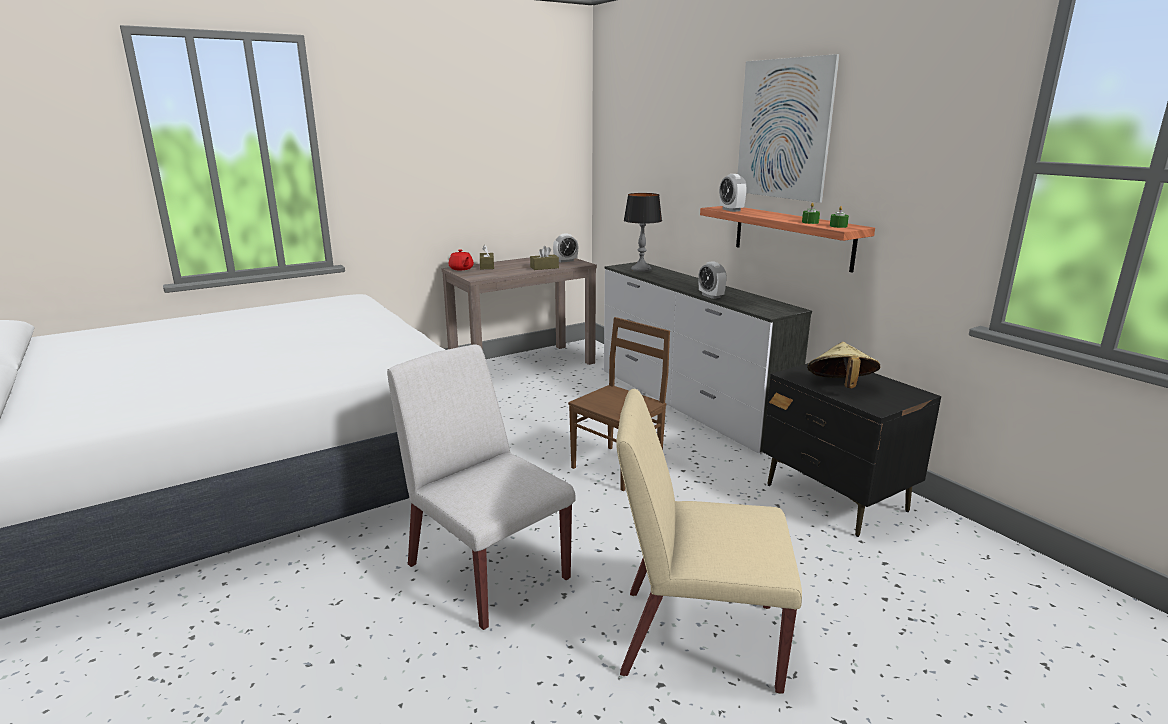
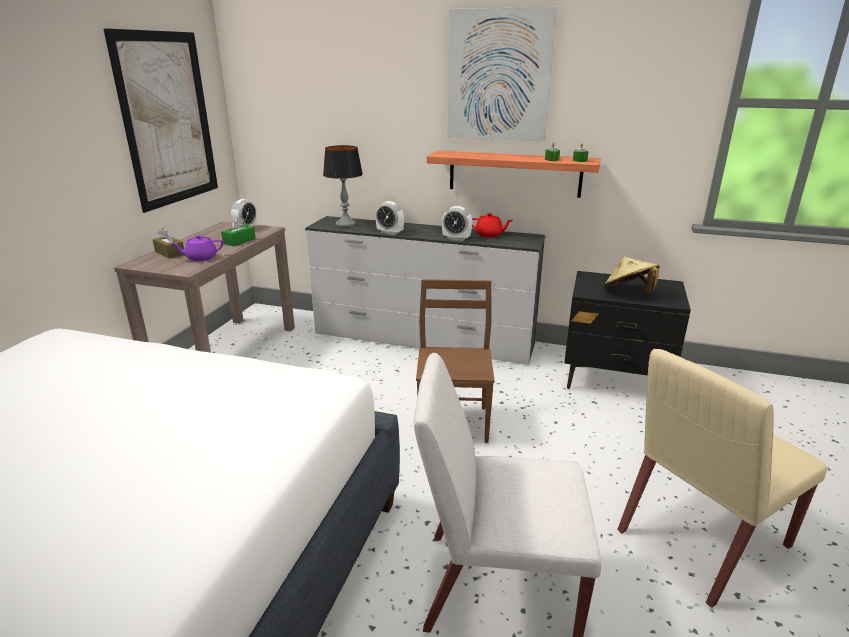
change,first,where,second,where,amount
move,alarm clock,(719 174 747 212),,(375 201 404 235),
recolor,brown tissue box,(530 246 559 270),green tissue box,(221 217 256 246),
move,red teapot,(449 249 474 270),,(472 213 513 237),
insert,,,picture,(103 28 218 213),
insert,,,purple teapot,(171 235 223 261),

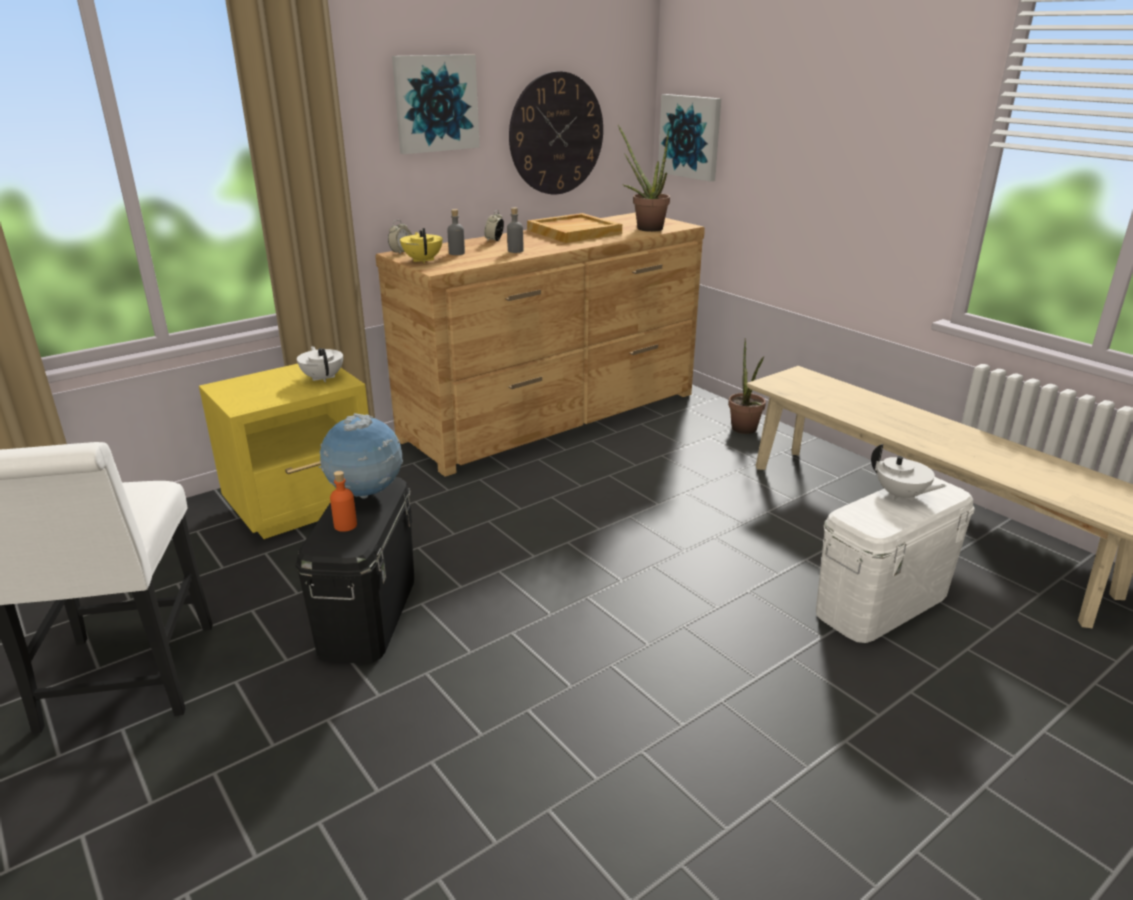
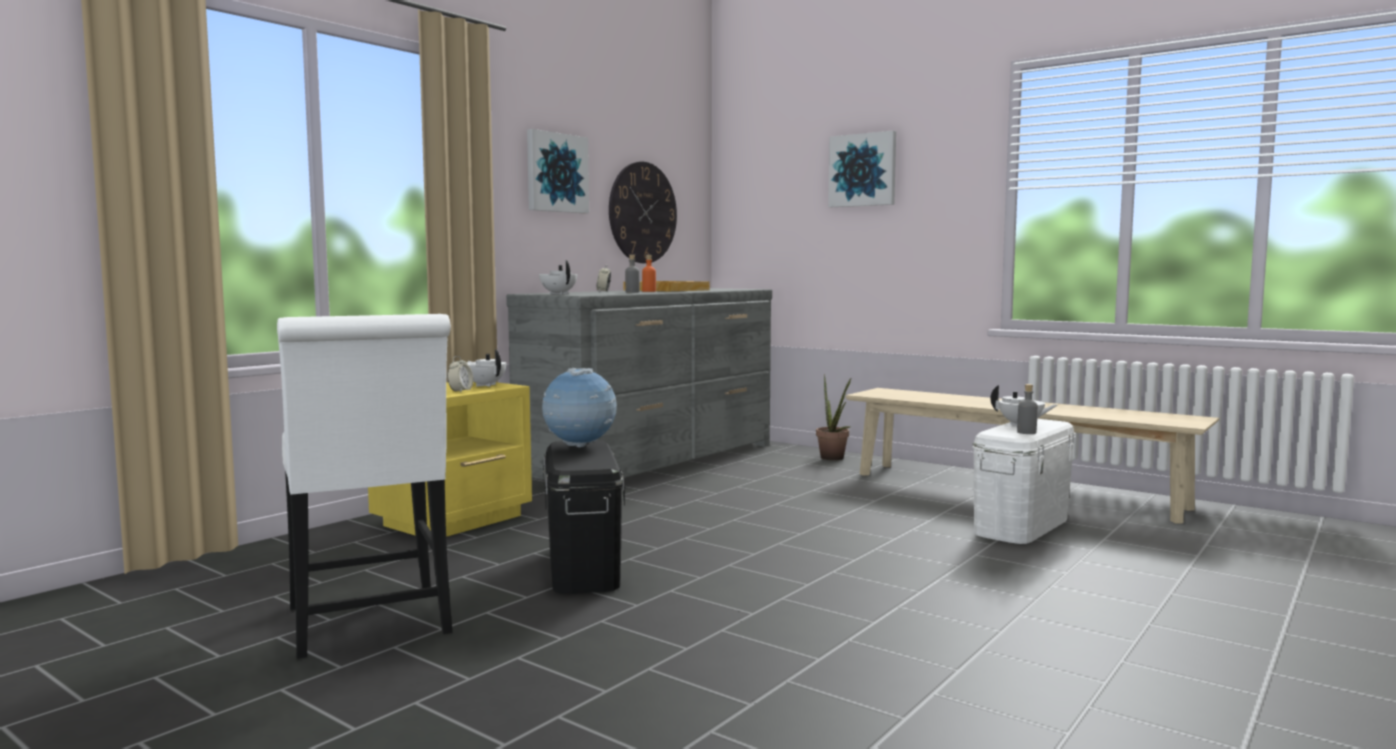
change,first,where,second,where,amount
move,picture,(658 94 721 182),,(828 131 896 207),
delete,potted plant,(618 125 670 232),,,
move,grey bottle,(447 209 465 255),,(1017 384 1038 434),
recolor,brown dresser,(375 213 705 477),grey dresser,(506 288 772 480),
move,alarm clock,(388 220 412 254),,(447 356 473 393),
recolor,yellow teapot,(400 228 443 263),white teapot,(539 260 577 294),
move,orange bottle,(330 471 357 532),,(642 255 656 292),

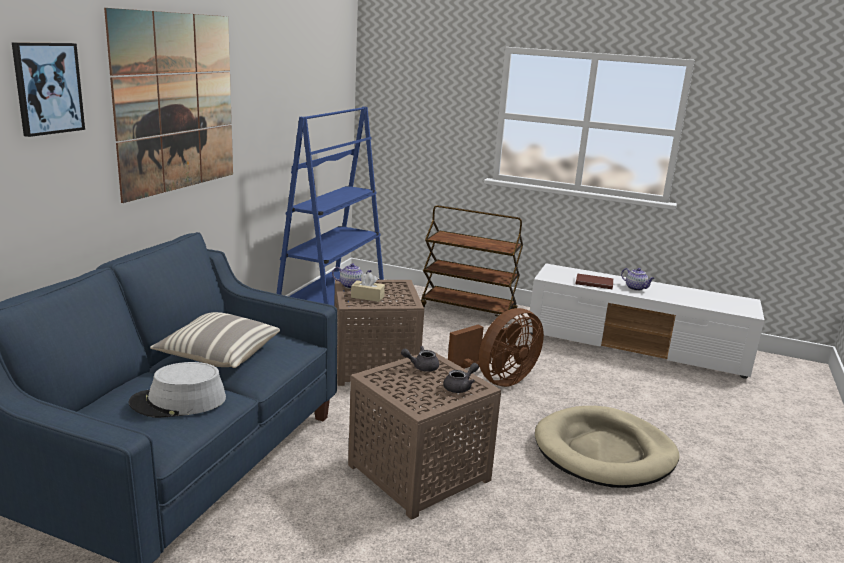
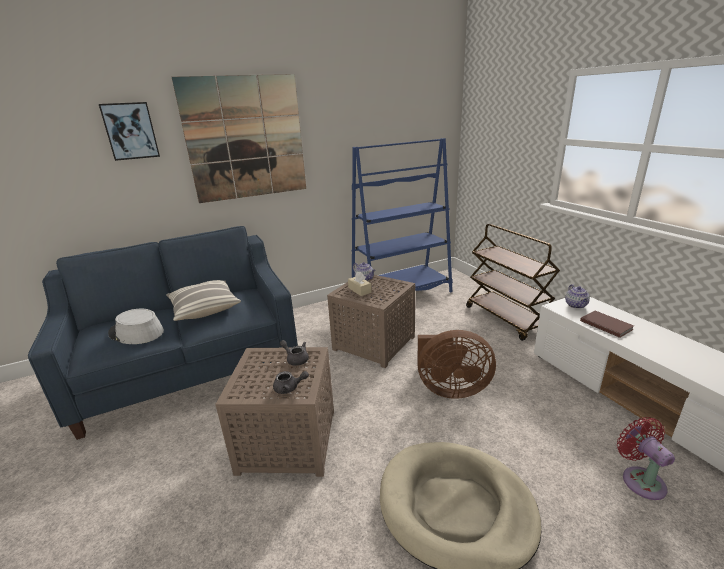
change,first,where,second,where,amount
move,teapot,(621 268 655 291),,(565 284 590 309),
insert,,,red fan,(617 417 675 500),

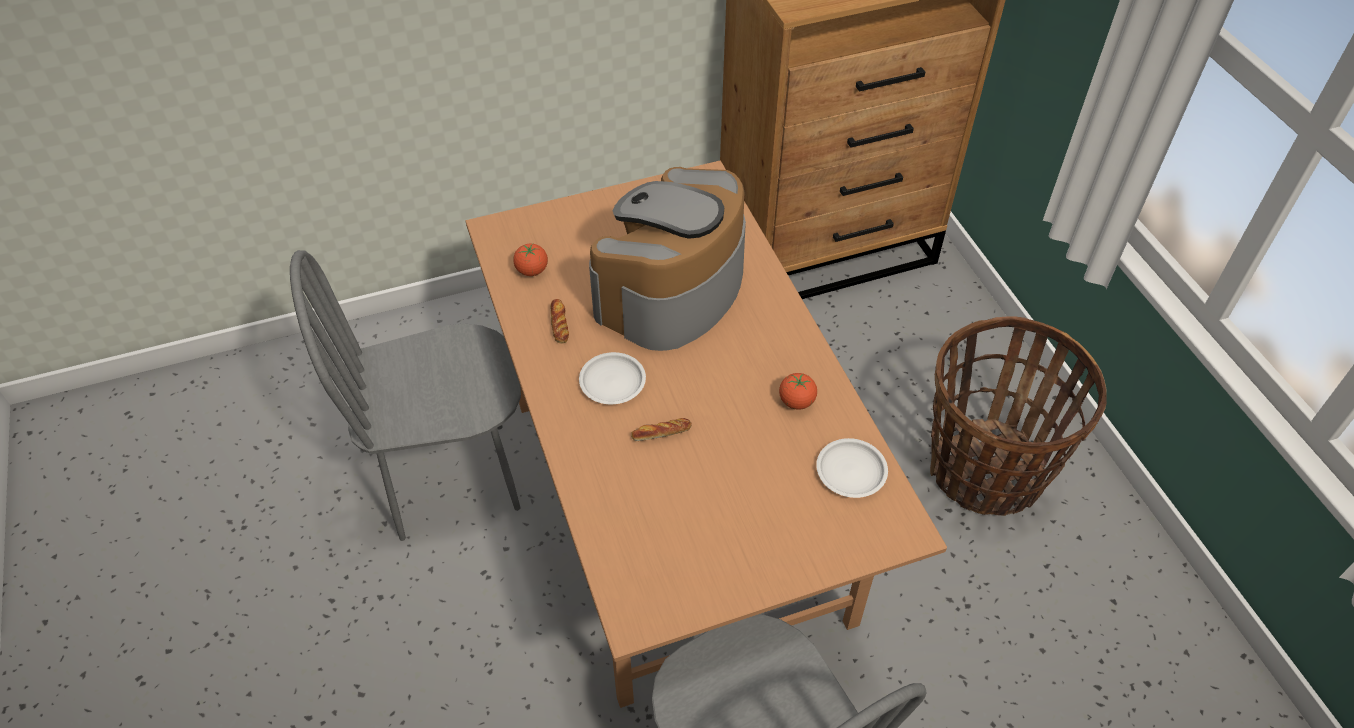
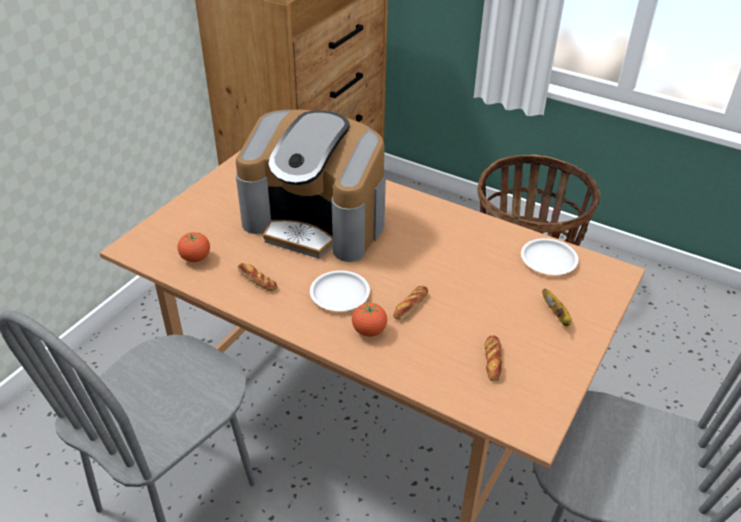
change,first,where,second,where,amount
rotate,coffee machine,(589 167 746 351),,(236 110 386 262),60 degrees counterclockwise
move,tomato,(779 373 817 410),,(352 302 387 337),
insert,,,banana,(542 289 571 326),
insert,,,bread,(485 335 502 381),

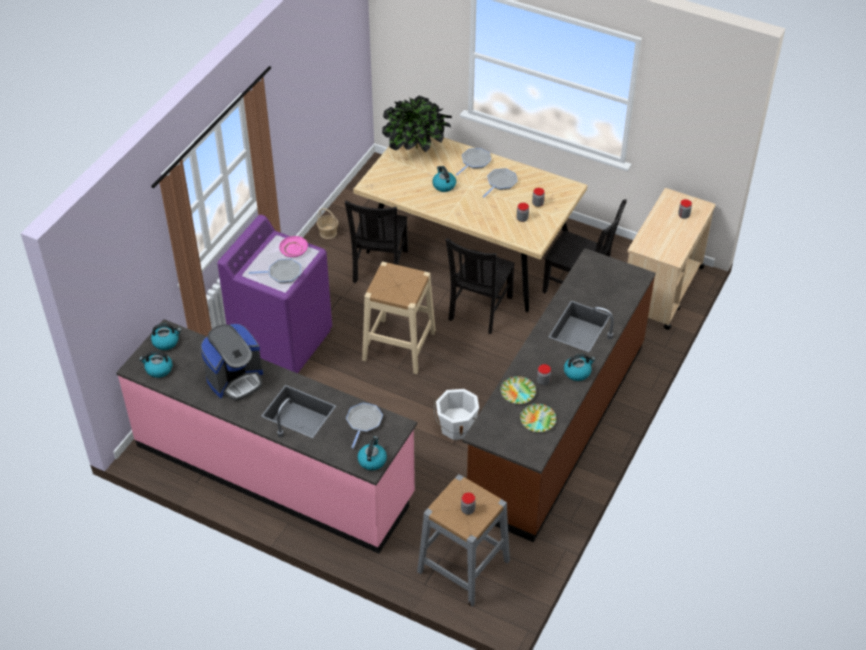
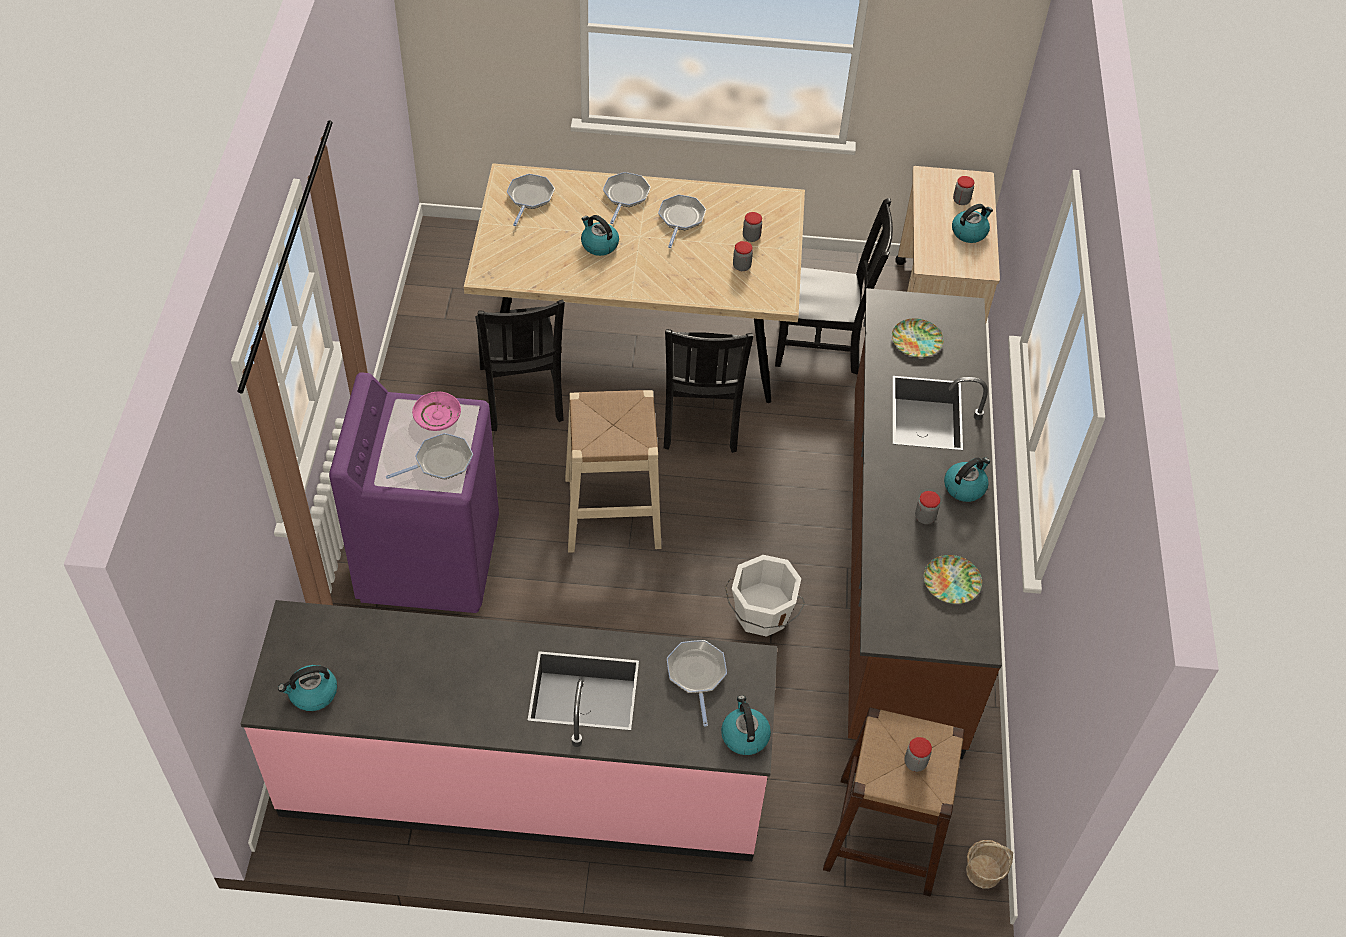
change,first,where,second,where,amount
replace,potted plant,(382 95 452 152),frying pan,(507 174 555 226),
move,basket,(317 208 339 239),,(966 840 1013 889),
move,kettle,(151 324 181 350),,(952 204 993 243),
delete,coffee machine,(201 324 263 401),,,
move,plate,(500 376 536 404),,(892 318 944 357),
recolor,grey stool,(417 474 510 607),brown stool,(823 707 965 896),

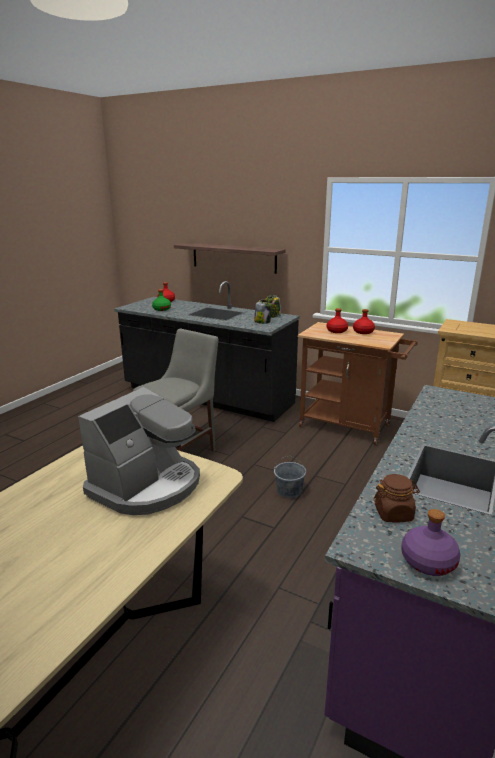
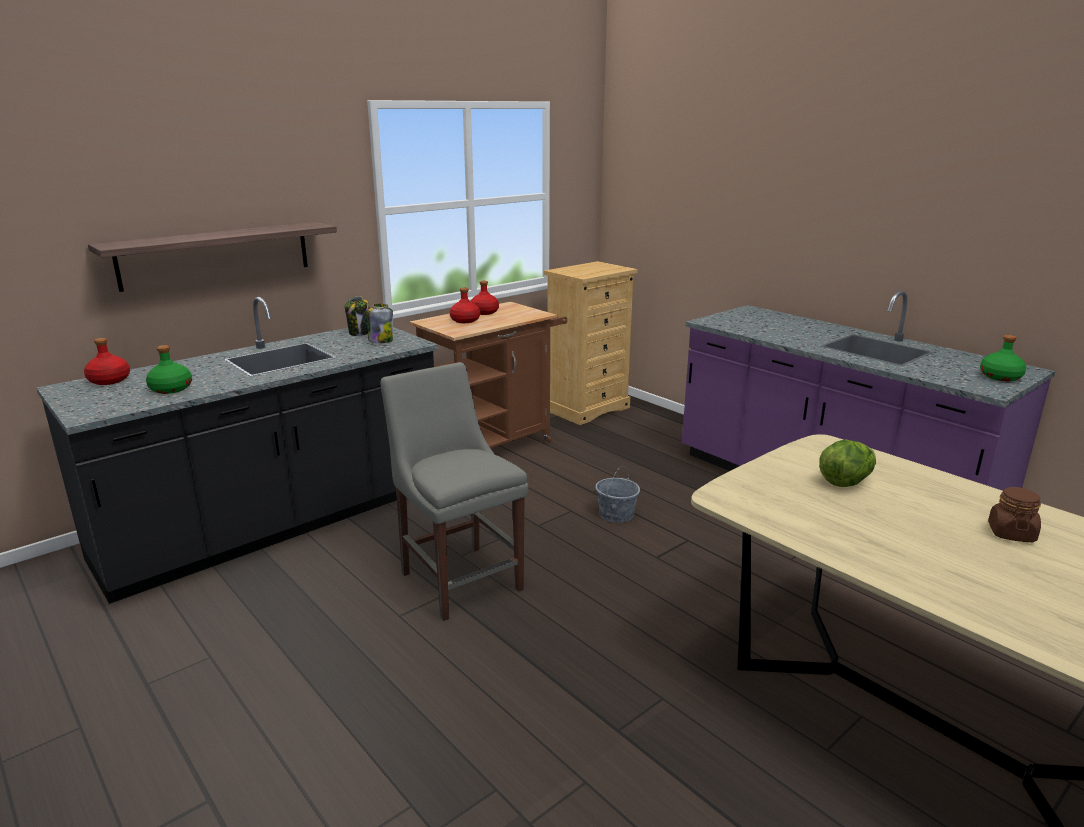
change,first,where,second,where,amount
replace,coffee machine,(78 387 200 515),lettuce,(819 439 876 487),
move,brown jar,(373 474 420 522),,(988 487 1041 542),
recolor,purple bottle,(401 509 460 576),green bottle,(980 335 1026 381),

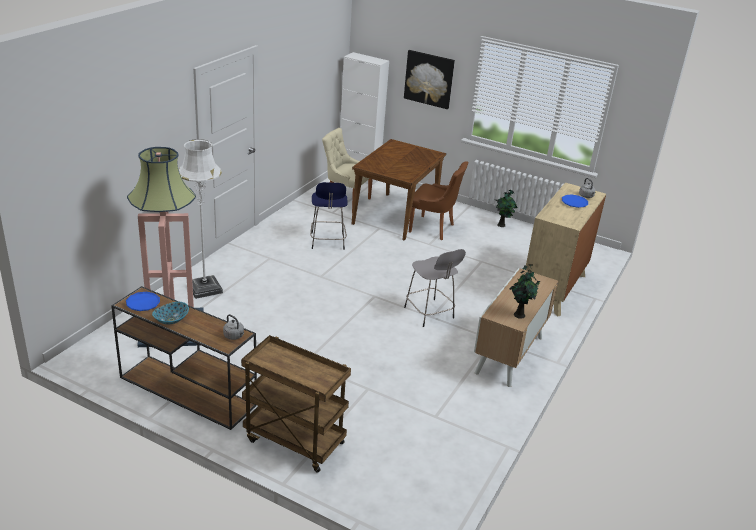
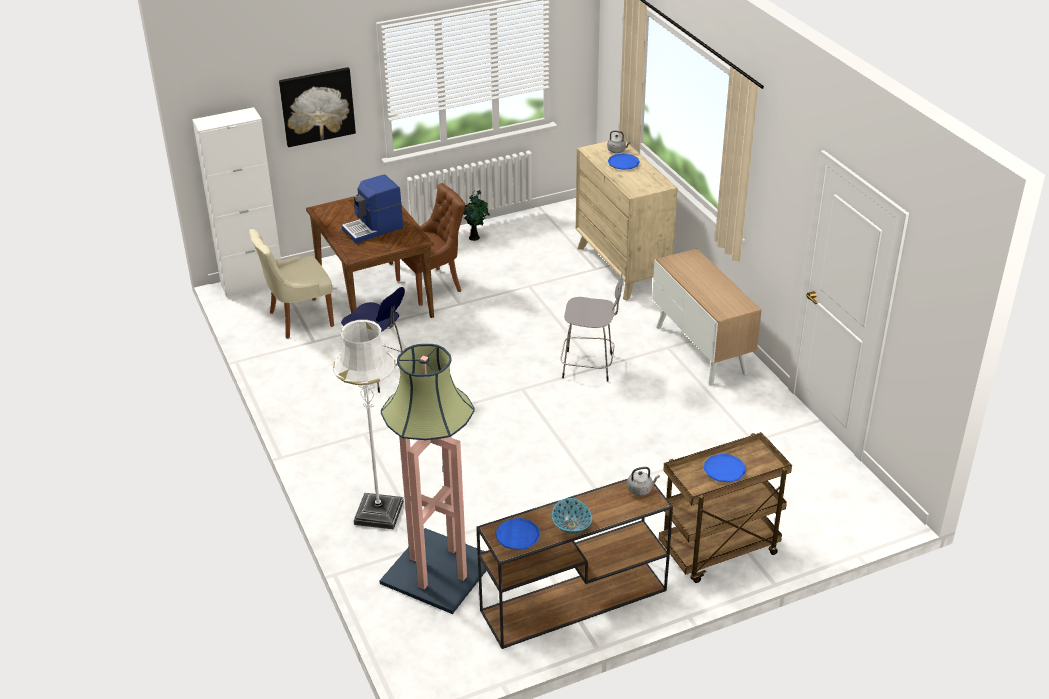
change,first,where,second,where,amount
delete,potted plant,(509 264 540 319),,,
insert,,,coffee machine,(342 174 403 243),
insert,,,blue plate,(704 454 746 483),

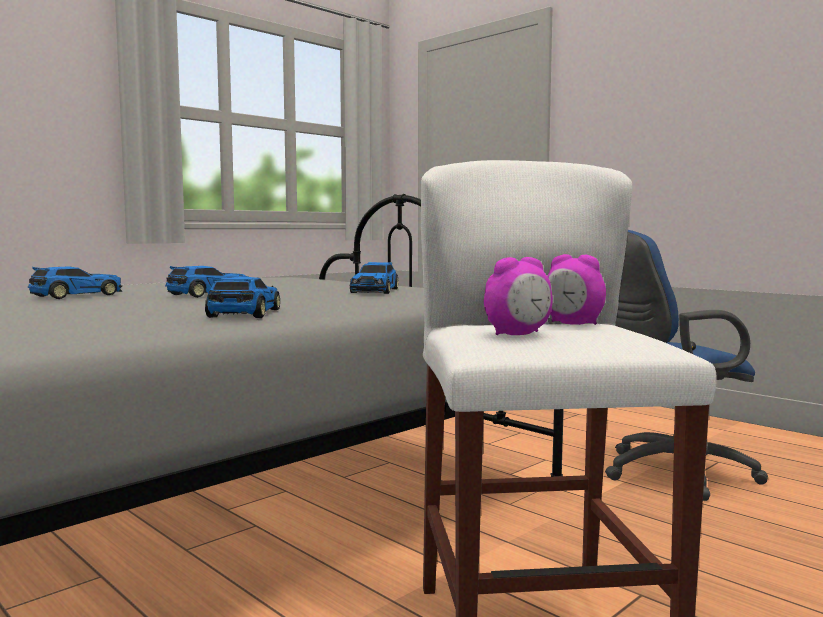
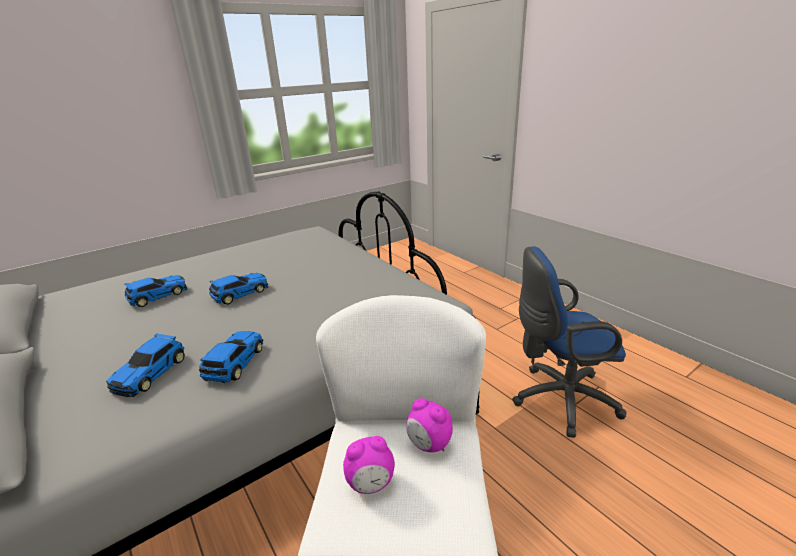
change,first,where,second,where,amount
move,toy car,(350 262 399 294),,(106 333 185 397),

